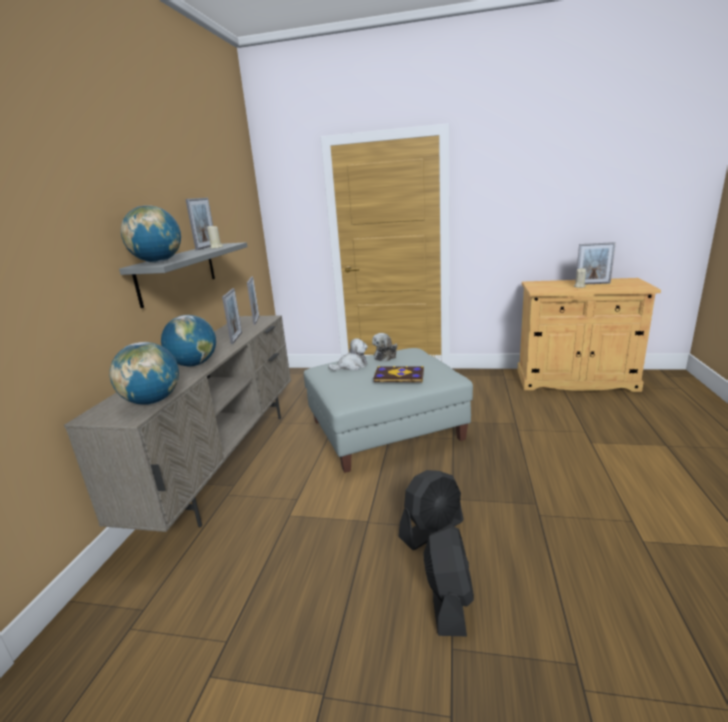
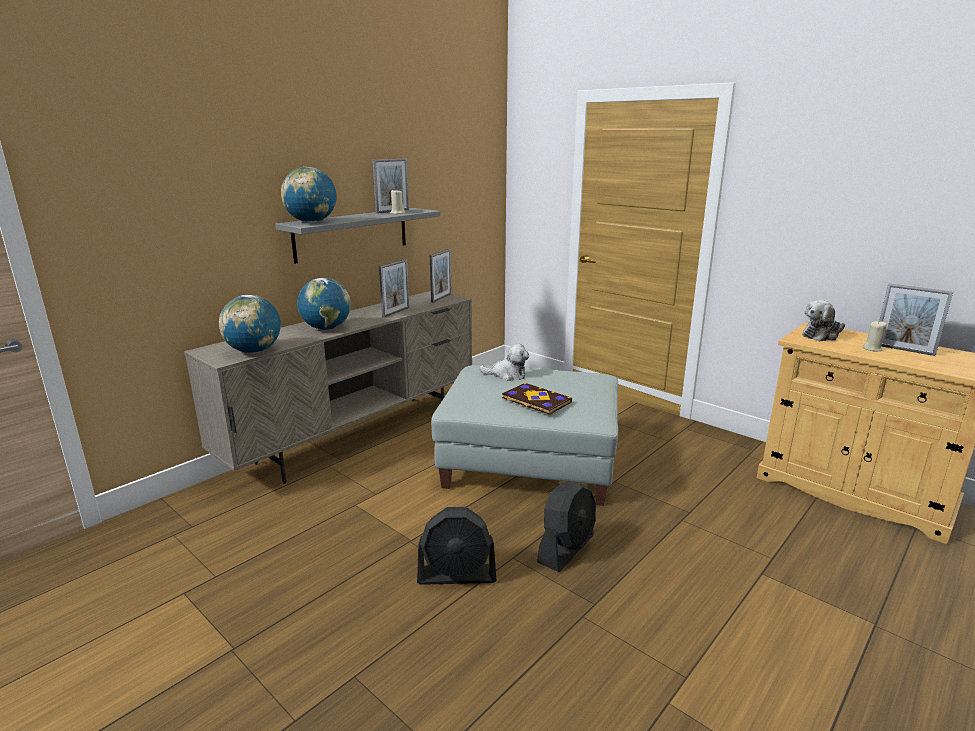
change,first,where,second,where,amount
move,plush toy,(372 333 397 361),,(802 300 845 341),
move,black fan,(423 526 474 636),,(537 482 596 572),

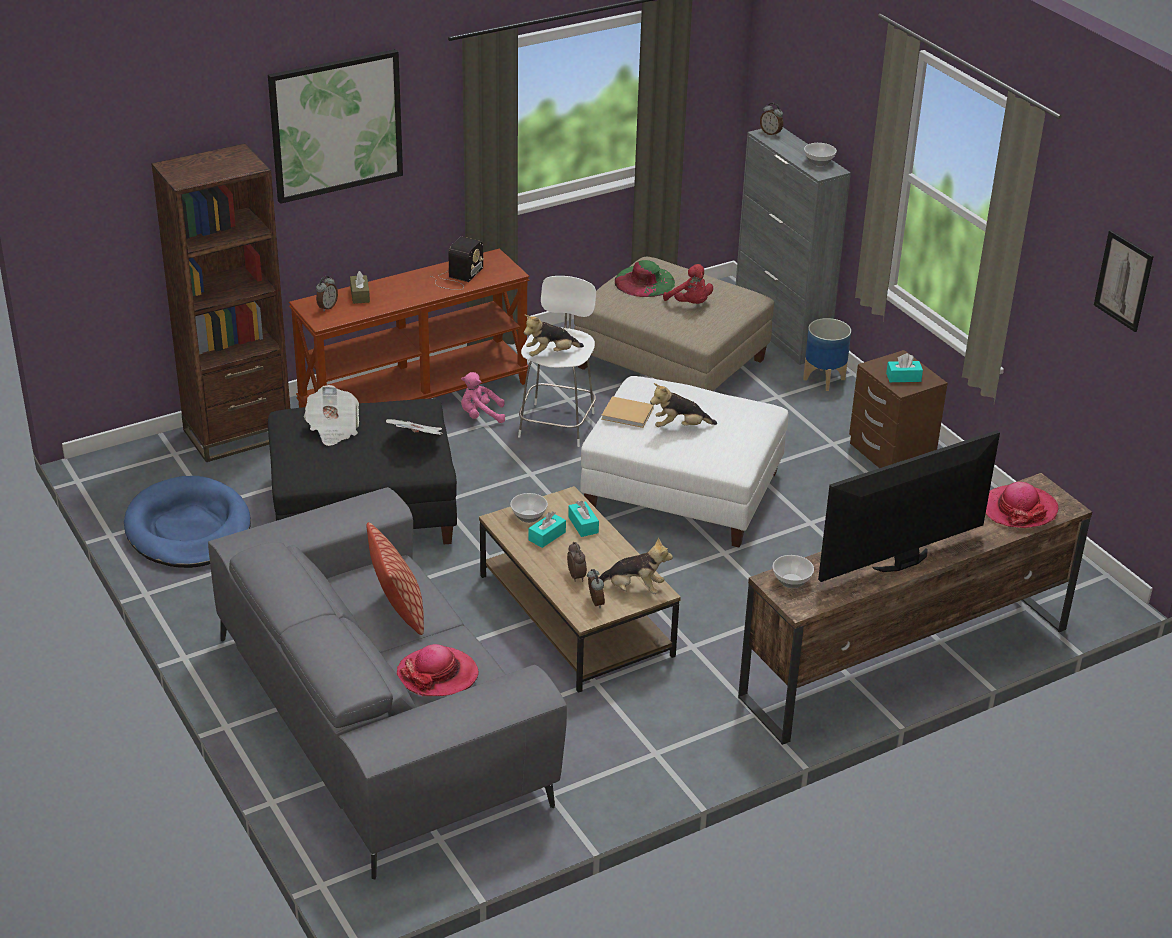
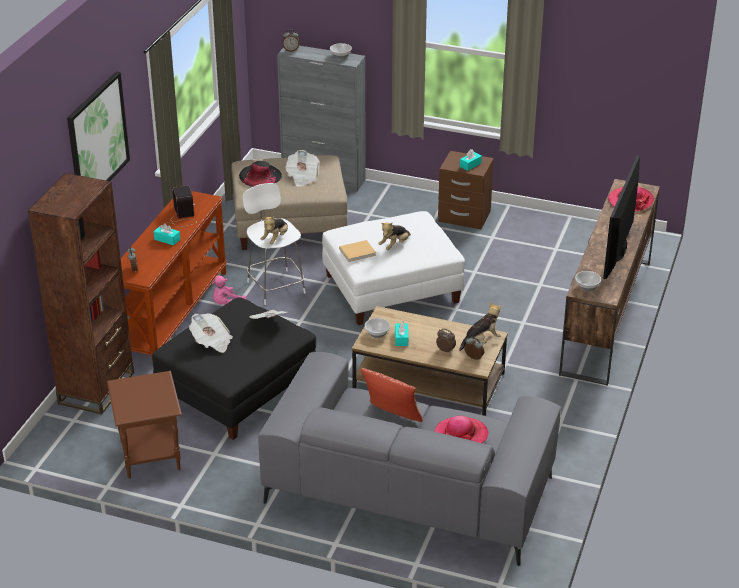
change,first,where,second,where,amount
delete,picture,(1094 230 1154 332),,,
recolor,green hat,(615 260 675 297),black hat,(239 161 282 187),
replace,red plush toy,(663 264 713 304),newspaper,(285 150 320 187),
delete,brown tissue box,(350 271 370 304),,,
delete,planter,(803 318 851 391),,,
replace,blue dog bed,(124 476 251 568),brown side table,(107 371 182 479),
move,turquoise tissue box,(568 501 599 537),,(154 223 180 245),

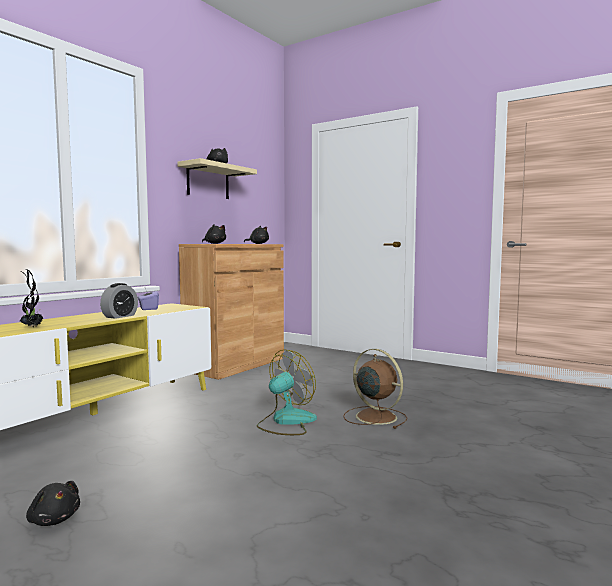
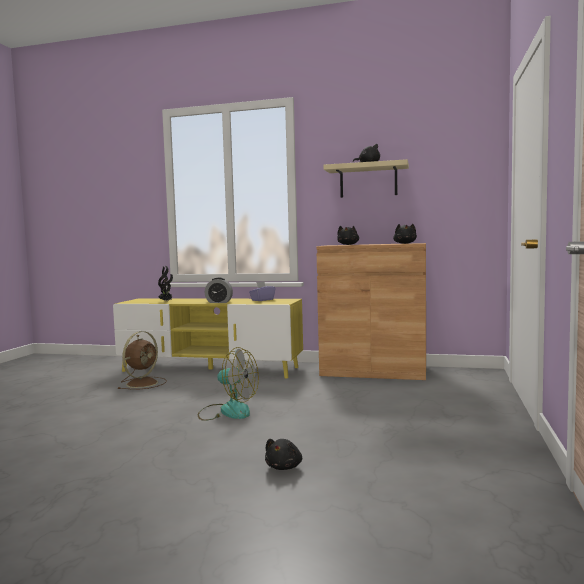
change,first,where,second,where,amount
move,brown fan,(343 349 408 429),,(118 331 167 390),
move,black plush toy,(26 481 80 526),,(265 439 302 470),

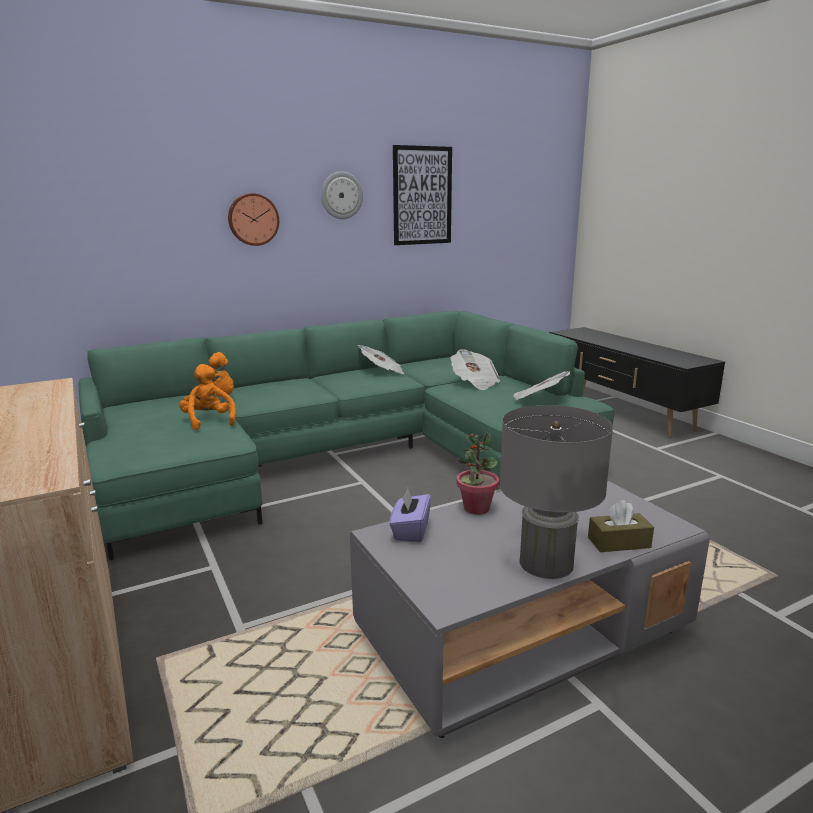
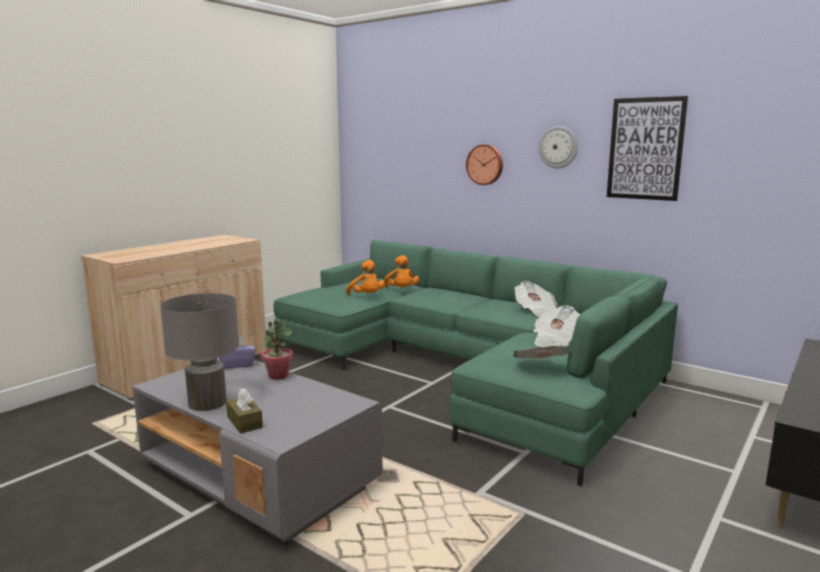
change,first,where,second,where,amount
rotate,orange plush toy,(179 364 236 430),,(346 260 385 295),105 degrees clockwise

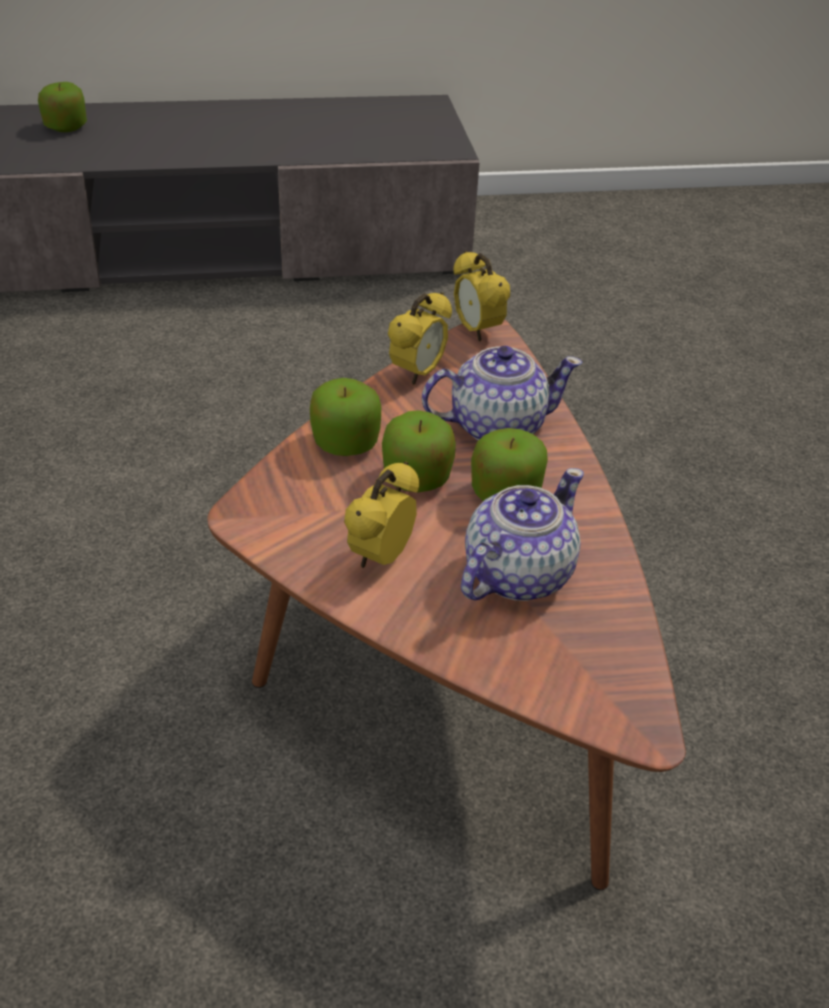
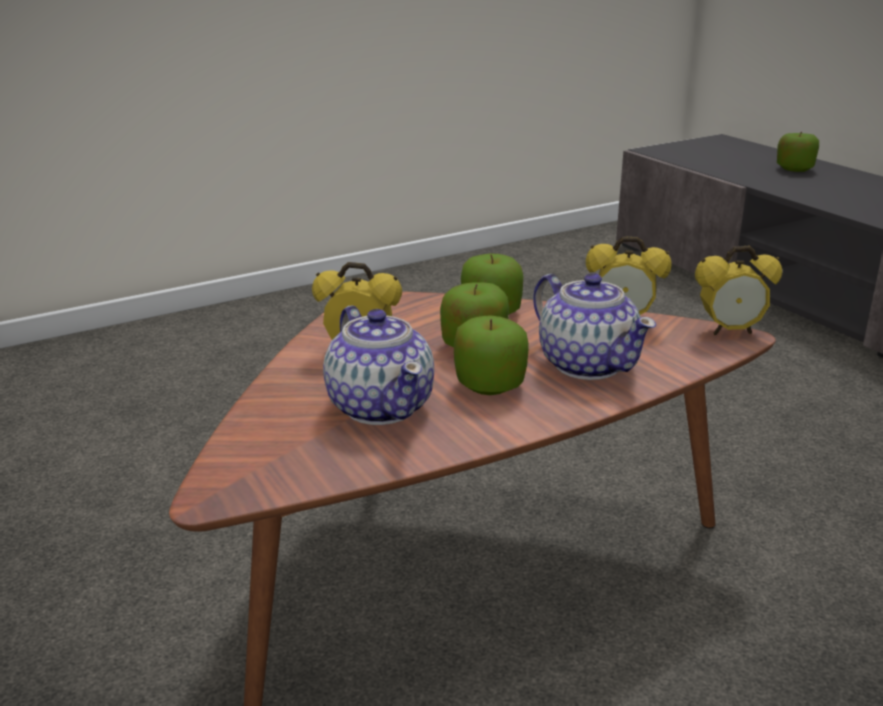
change,first,where,second,where,amount
rotate,alarm clock,(453 251 510 341),,(695 246 782 335),135 degrees counterclockwise
rotate,teapot,(461 468 584 601),,(323 306 434 425),45 degrees clockwise

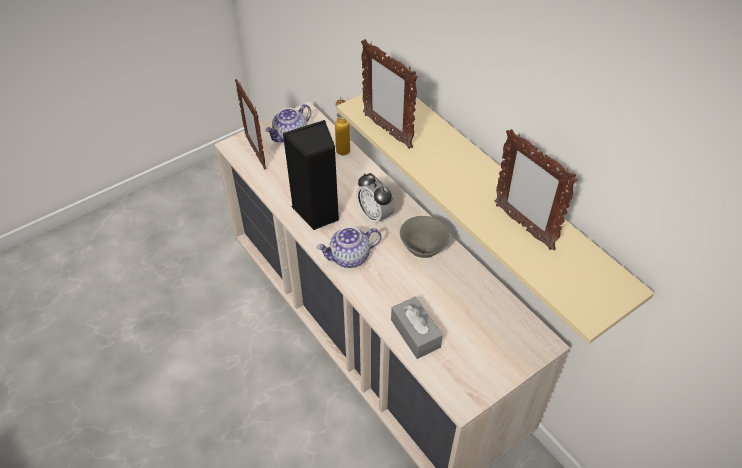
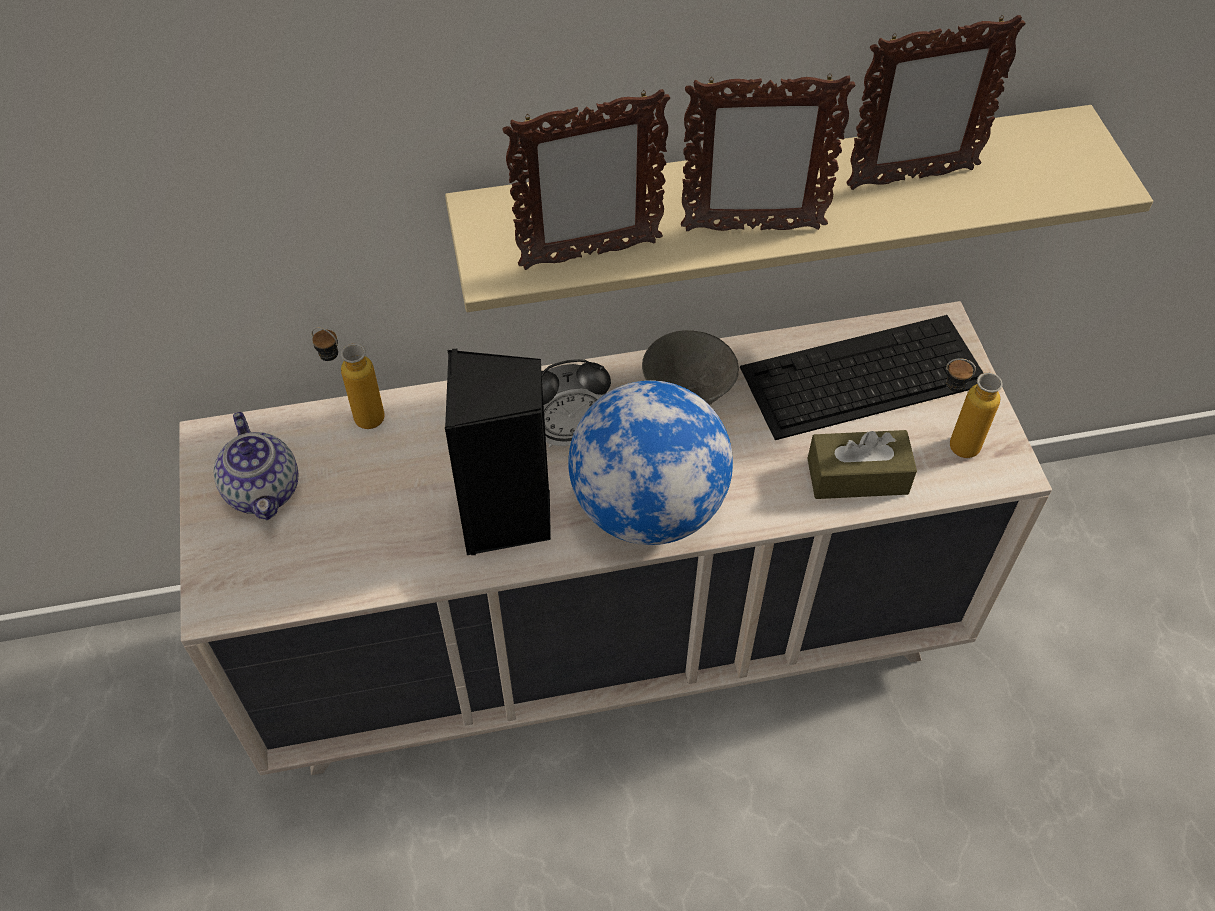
change,first,where,second,where,amount
move,picture frame,(235 79 266 170),,(681 73 855 231),
replace,teapot,(316 227 381 268),globe,(568 380 733 545),
recolor,grey tissue box,(391 297 443 359),brown tissue box,(807 430 917 499),
insert,,,keyboard,(740 315 983 440),
insert,,,bottle,(946 358 1003 458),

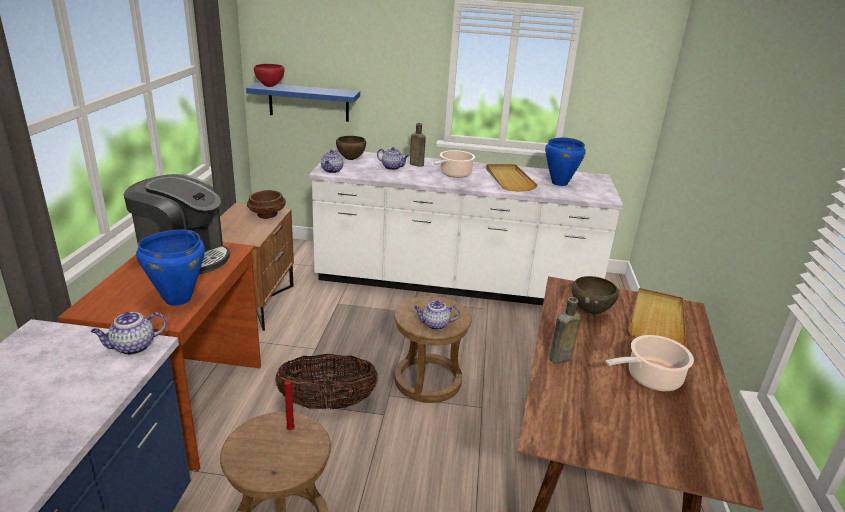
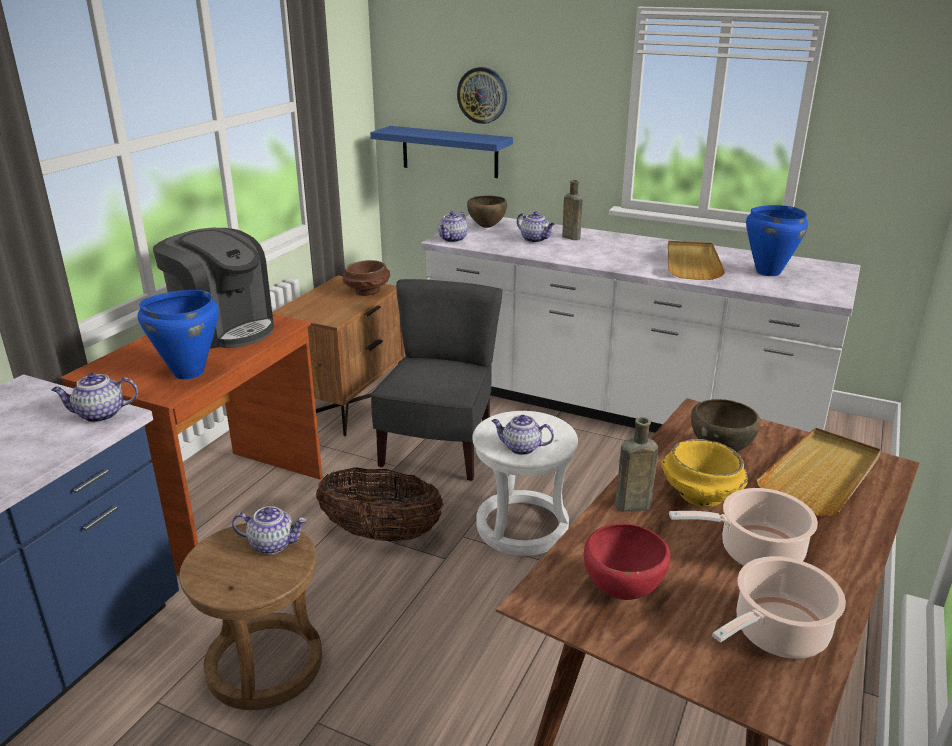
change,first,where,second,where,amount
move,red bowl,(254 64 284 87),,(584 524 670 600),
move,cooking pot,(434 150 475 178),,(712 556 846 659),
recolor,brown stool,(394 296 472 403),white stool,(472 411 578 556),
replace,red candle,(280 377 295 430),teapot,(232 506 307 554),
insert,,,wall clock,(457 67 507 124),
insert,,,grey chair,(371 279 503 481),
insert,,,yellow bowl,(661 439 748 507),

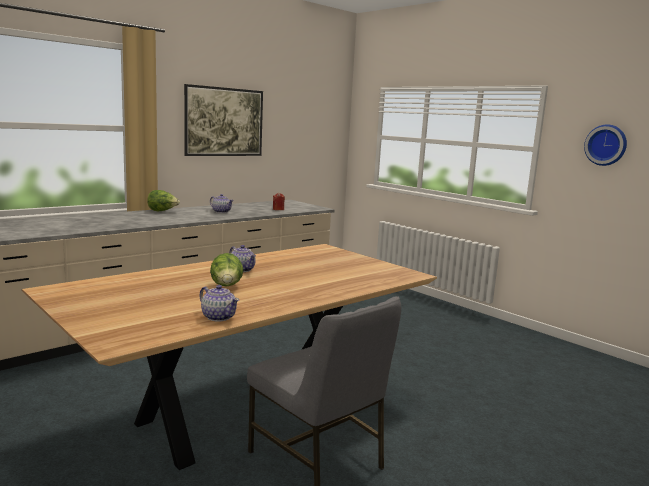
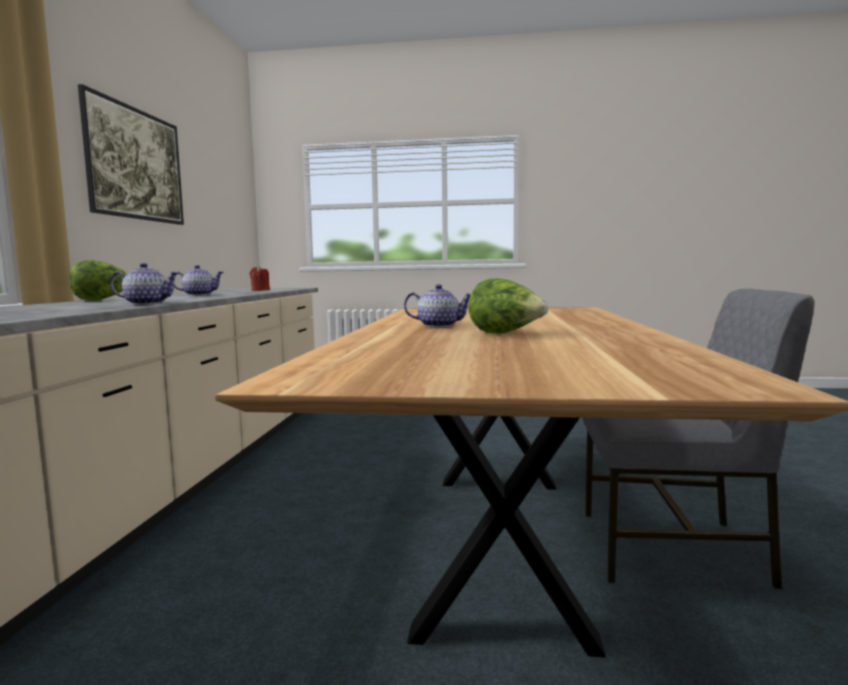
change,first,where,second,where,amount
delete,wall clock,(584 125 627 166),,,
move,teapot,(200 285 239 322),,(110 263 179 305),

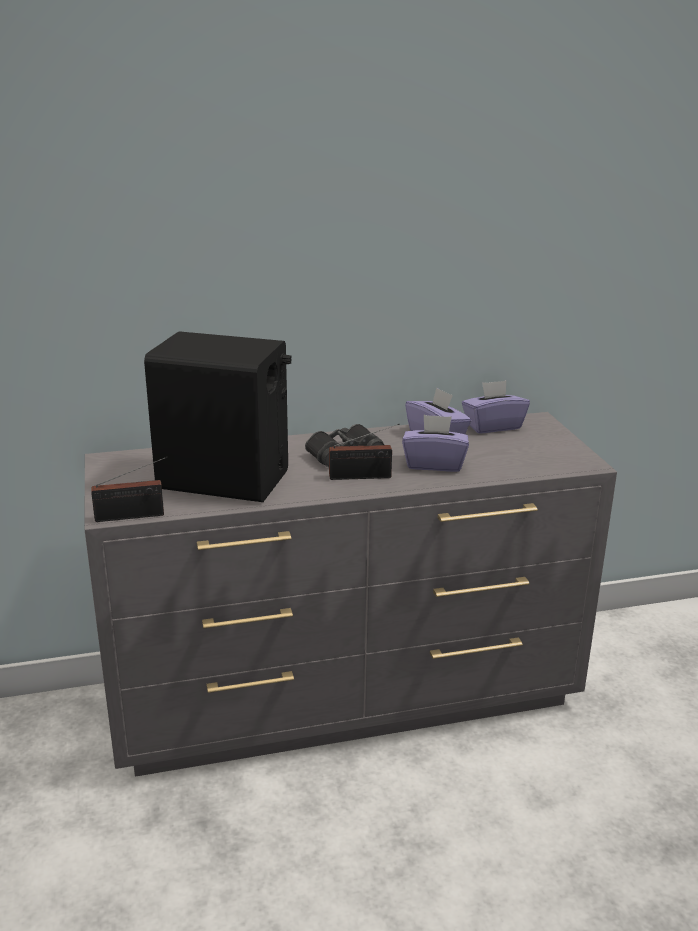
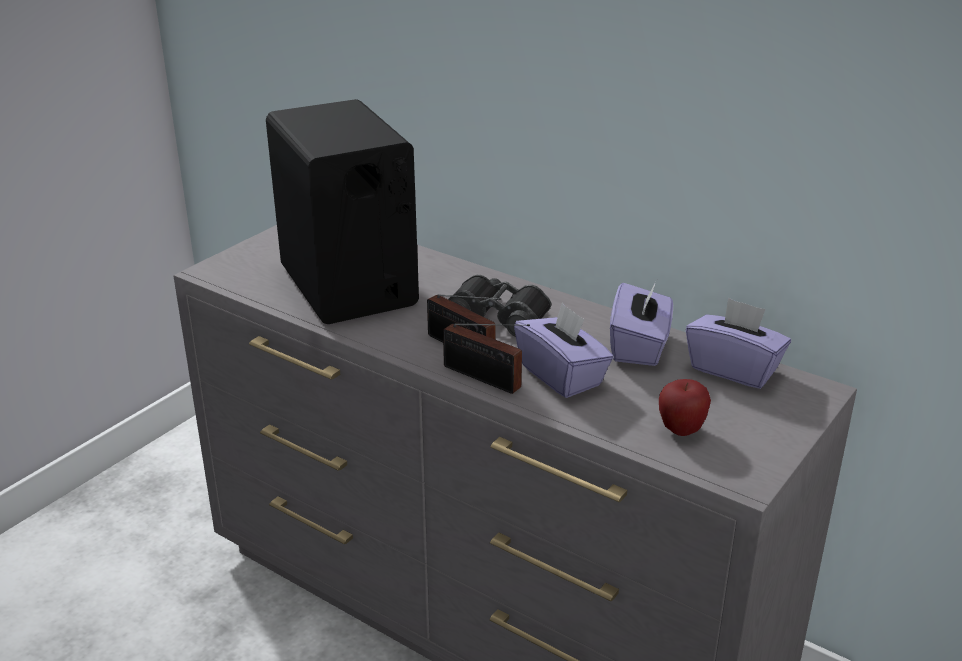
change,first,where,second,where,amount
move,radio,(91 457 168 522),,(443 324 530 394),
insert,,,apple,(659 379 711 436),

